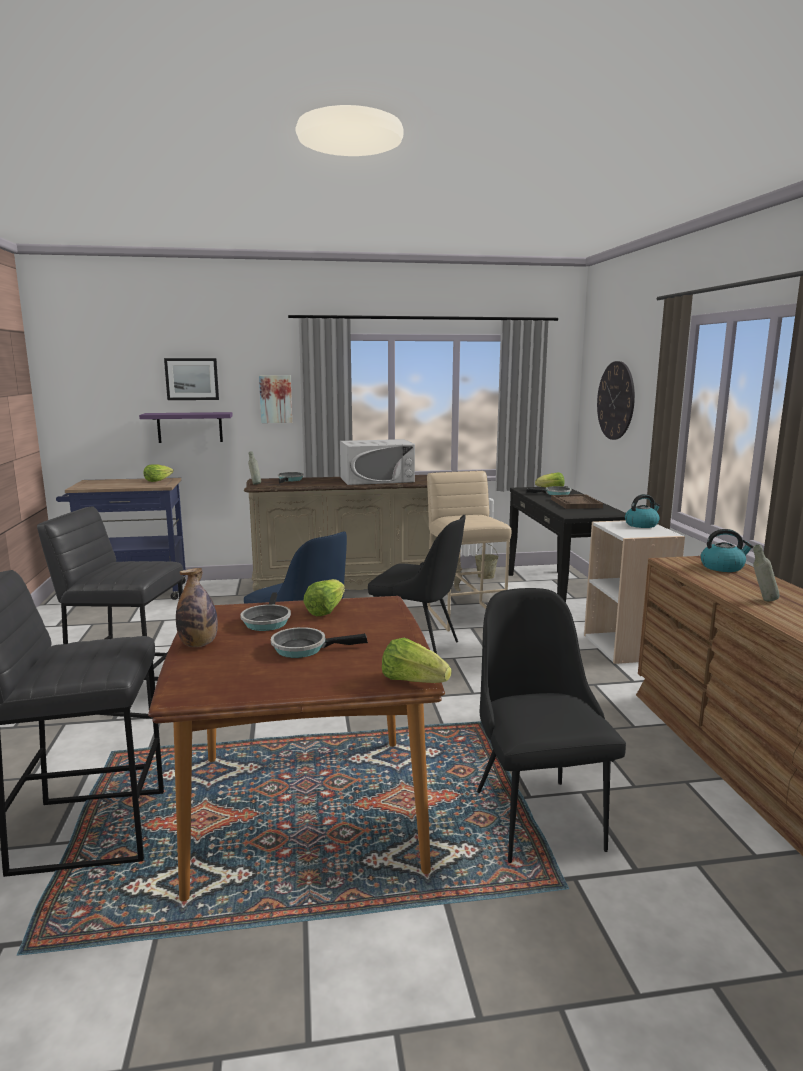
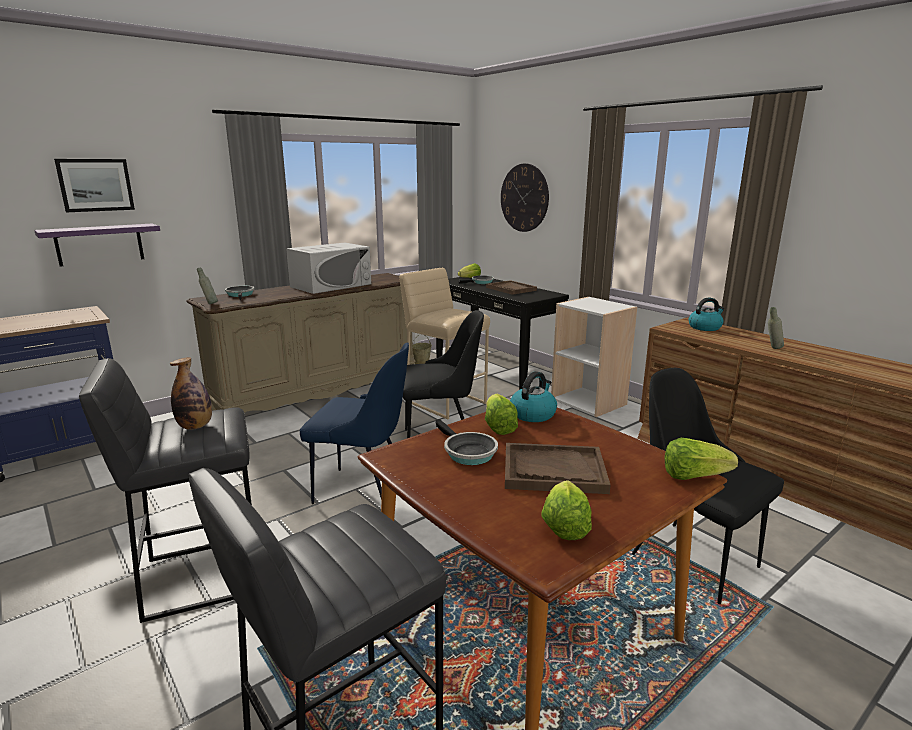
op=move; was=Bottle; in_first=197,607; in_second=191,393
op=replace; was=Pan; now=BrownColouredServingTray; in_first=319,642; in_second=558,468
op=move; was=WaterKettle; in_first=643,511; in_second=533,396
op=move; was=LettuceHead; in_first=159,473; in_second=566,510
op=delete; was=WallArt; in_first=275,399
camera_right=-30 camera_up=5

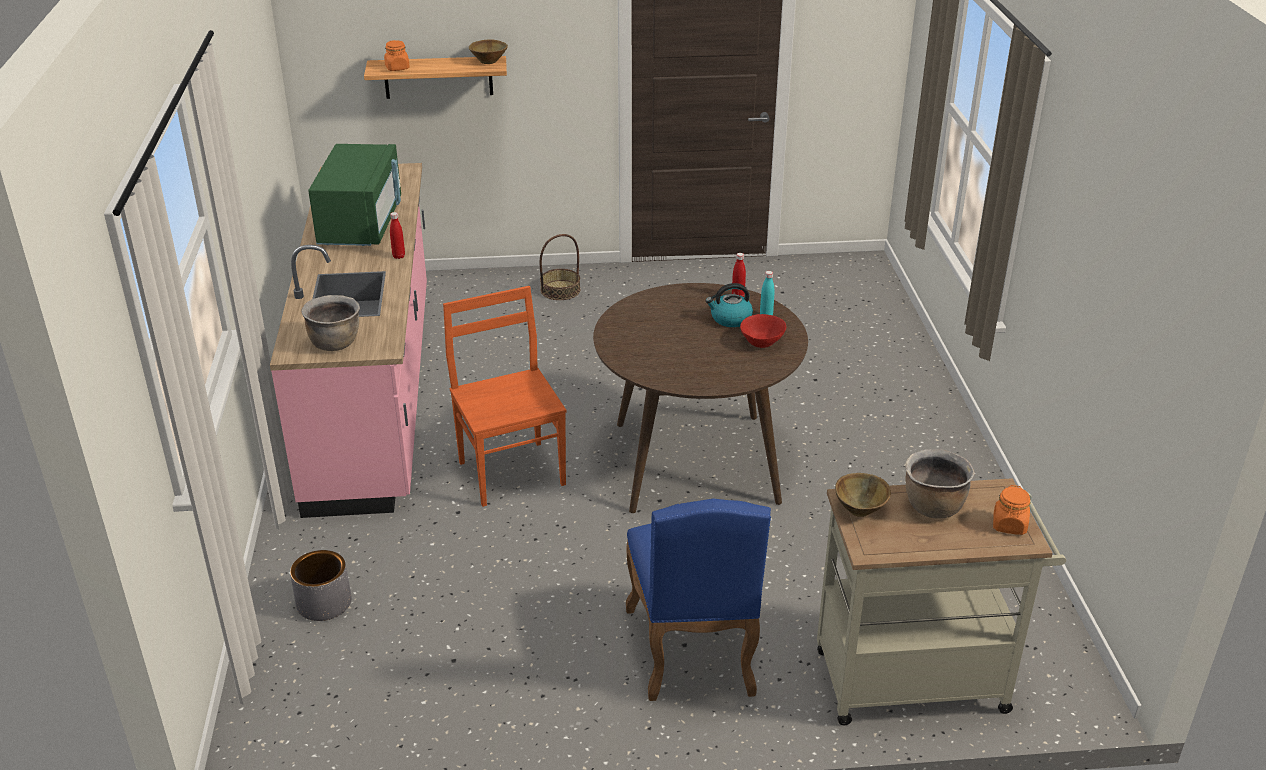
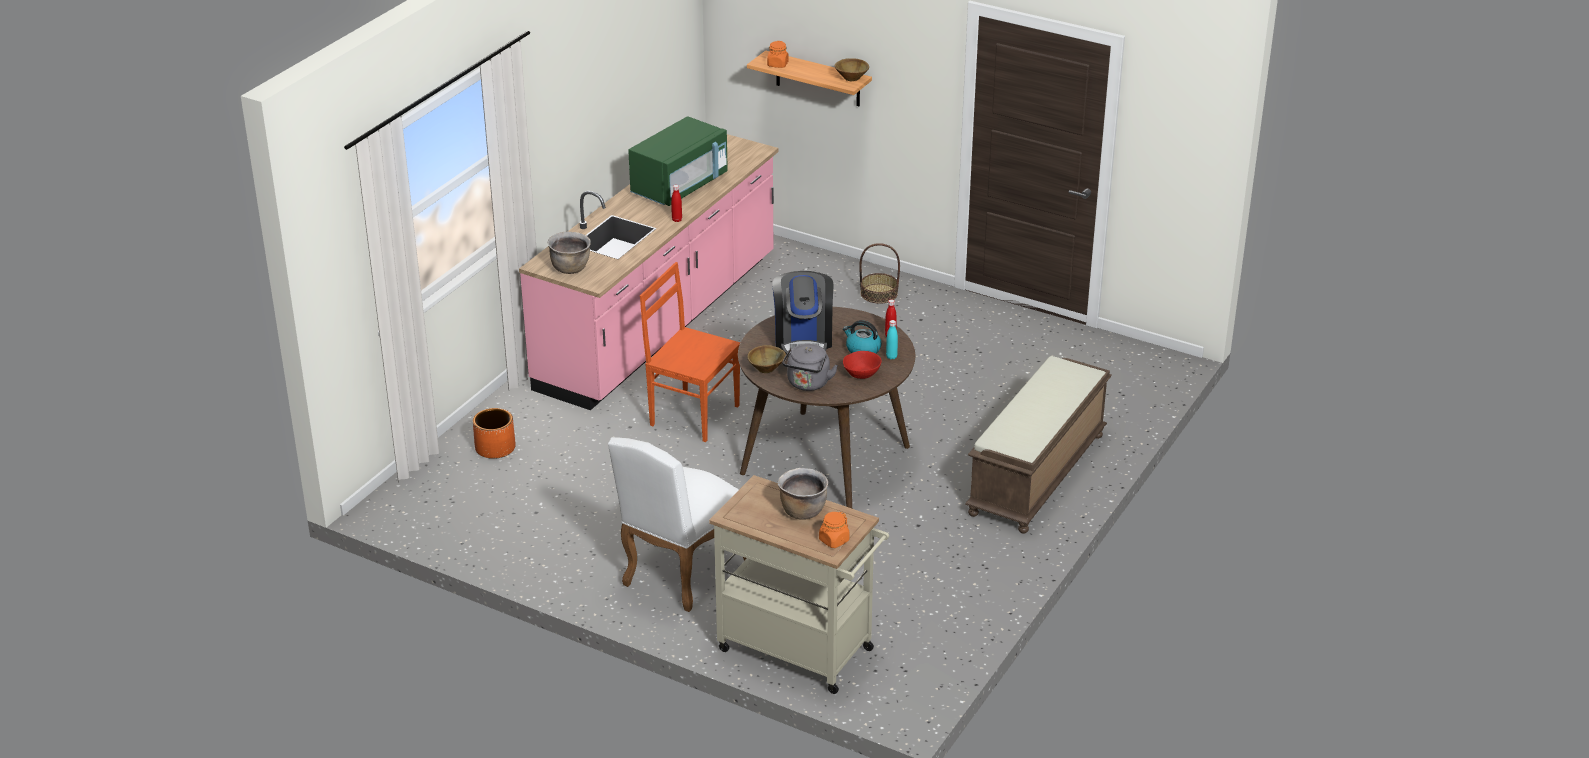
op=recolor; was=GreyishPlanter; now=OrangeyPlanter; in_first=320,585; in_second=494,433
op=recolor; was=BluePlainChair; now=WhitishPlainChair; in_first=698,599; in_second=677,524
op=rotate; was=OrangeyPlainChair; in_first=505,396; in_second=690,352; clockwise=-75
op=move; was=BrownColouredBowl; in_first=863,495; in_second=766,359
op=insert; now=CoffeeMachine; in_second=803,314
op=insert; now=GreyishWaterKettle; in_second=810,367
op=insert; now=BrownColouredBench; in_second=1038,445
camera_right=35 camera_up=0

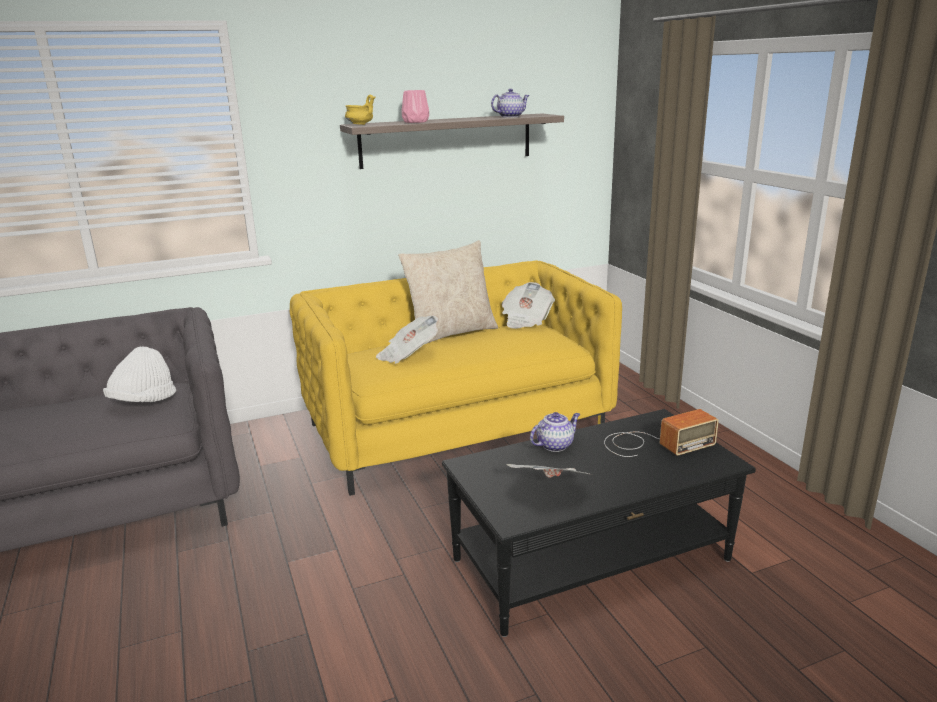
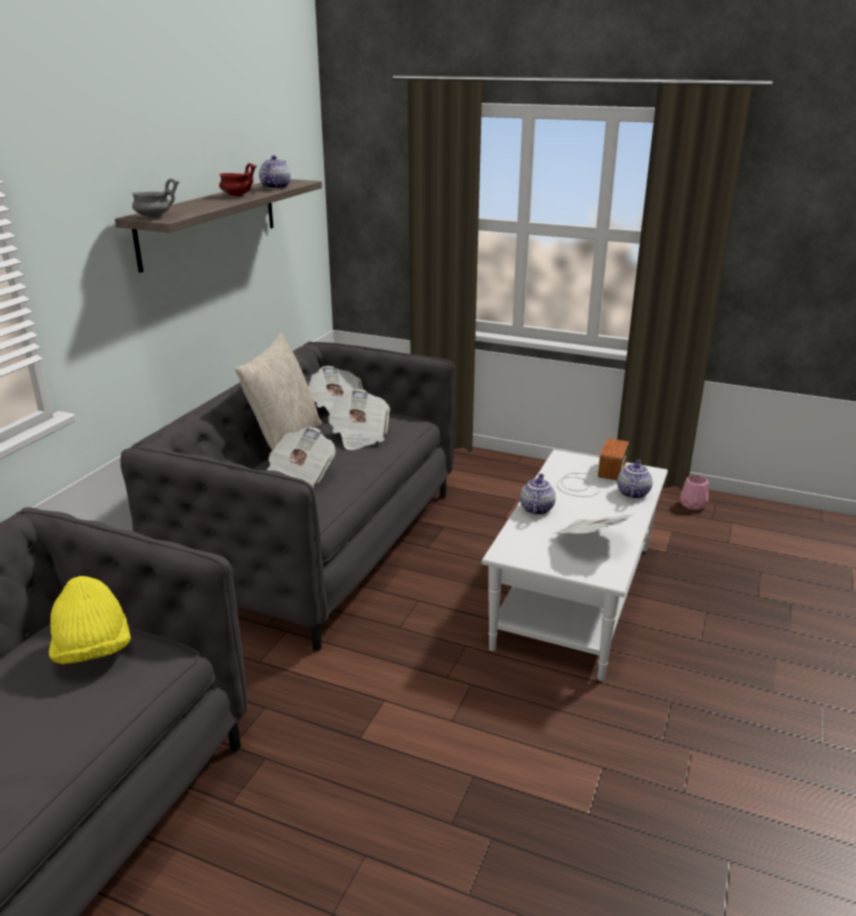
op=recolor; was=WhitishClothingHat; now=YellowClothingHat; in_first=139,374; in_second=90,620
op=recolor; was=YellowSettee; now=GreyishSettee; in_first=456,378; in_second=287,497
op=recolor; was=YellowBowl; now=GreyishBowl; in_first=360,110; in_second=155,197
op=insert; now=RedColouredBowl; in_second=238,179
op=insert; now=Newspaper; in_second=359,419
op=recolor; was=BlackColouredCoffeeTable; now=WhitishCoffeeTable; in_first=599,523; in_second=574,565
op=insert; now=PotForTea; in_second=635,479
op=move; was=PinkVase; in_first=415,106; in_second=694,492
camera_right=-45 camera_up=5

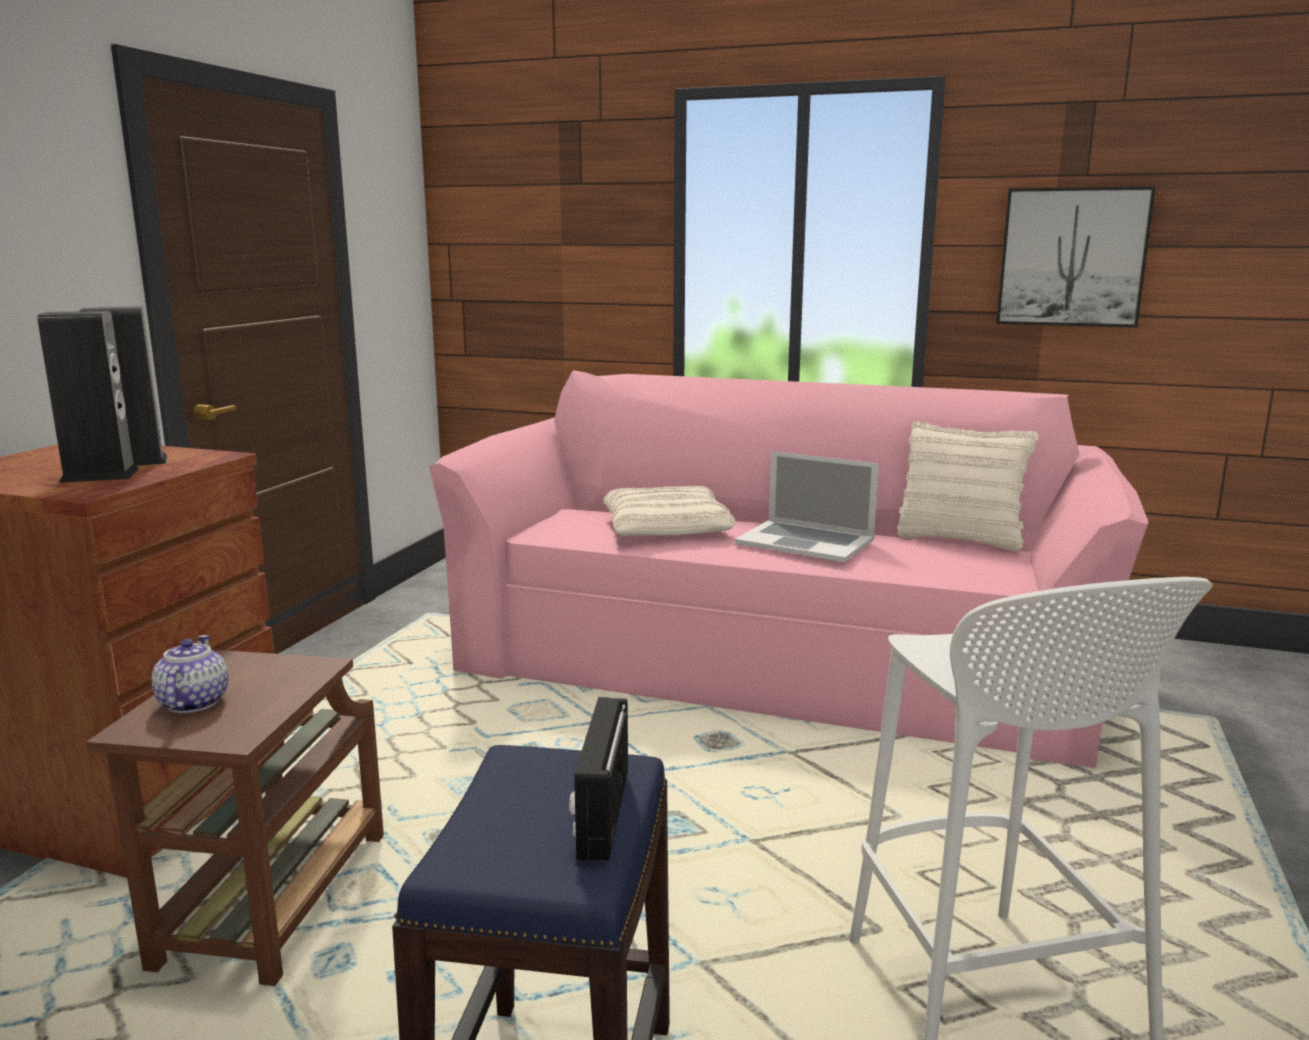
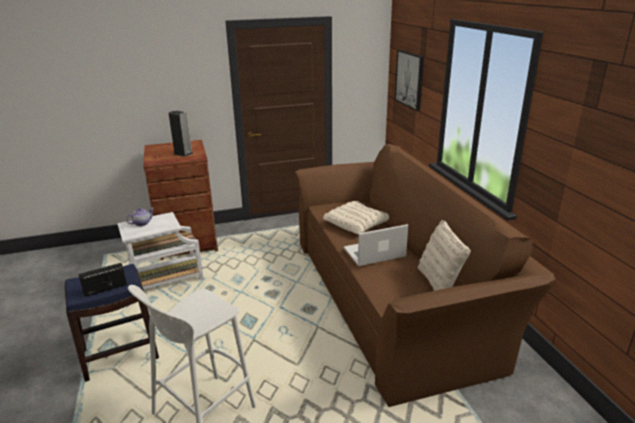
op=recolor; was=BrownColouredEndTable; now=WhitishEndTable; in_first=235,818; in_second=160,250
op=recolor; was=PinkSettee; now=BrownColouredSettee; in_first=789,569; in_second=425,275
op=rotate; was=NotebookComputer; in_first=807,506; in_second=376,245; clockwise=75
op=move; was=WallArt; in_first=1076,257; in_second=409,80
op=delete; was=Loudspeaker; in_first=88,397
camera_right=55 camera_up=10

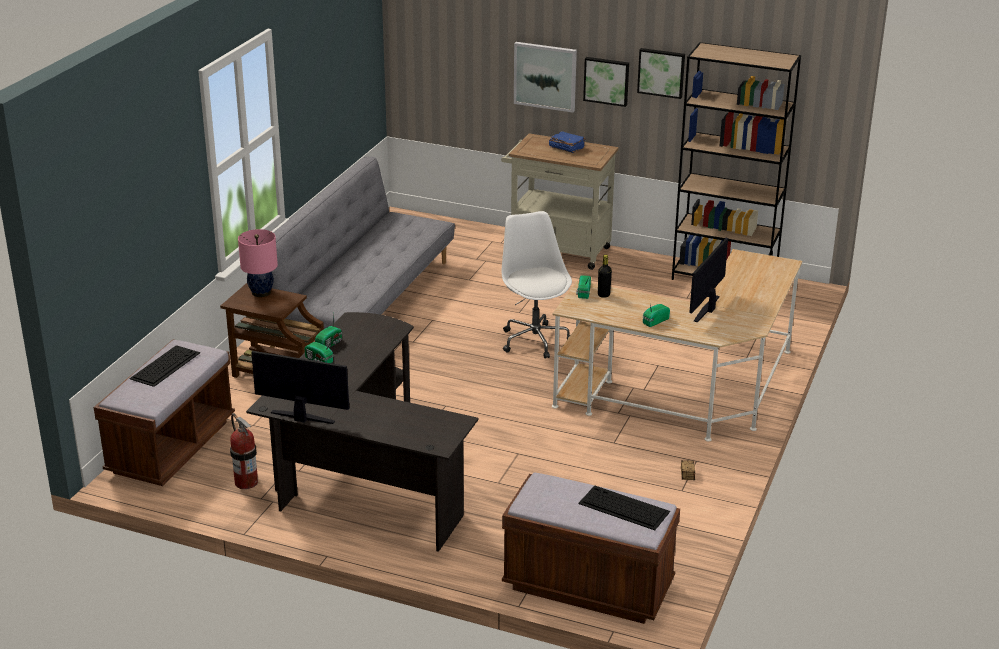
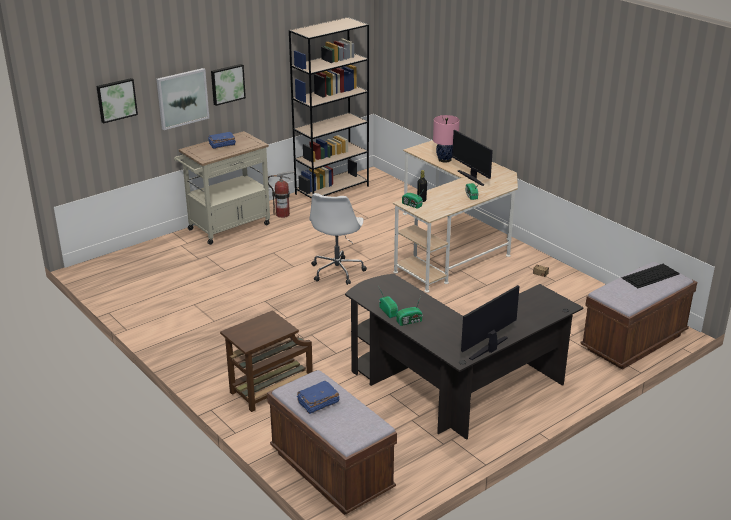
op=move; was=WallArt; in_first=661,73; in_second=117,100
op=move; was=Extinguisher; in_first=244,451; in_second=281,194
op=replace; was=ComputerKeyboard; now=BlueBoundBook; in_first=164,366; in_second=318,397
op=rotate; was=WhitishDeskChair; in_first=537,285; in_second=338,239; clockwise=-90
op=move; was=PinkTableLamp; in_first=258,263; in_second=446,139
op=delete; was=GreyishSettee; in_first=360,252
camera_right=-60 camera_up=0

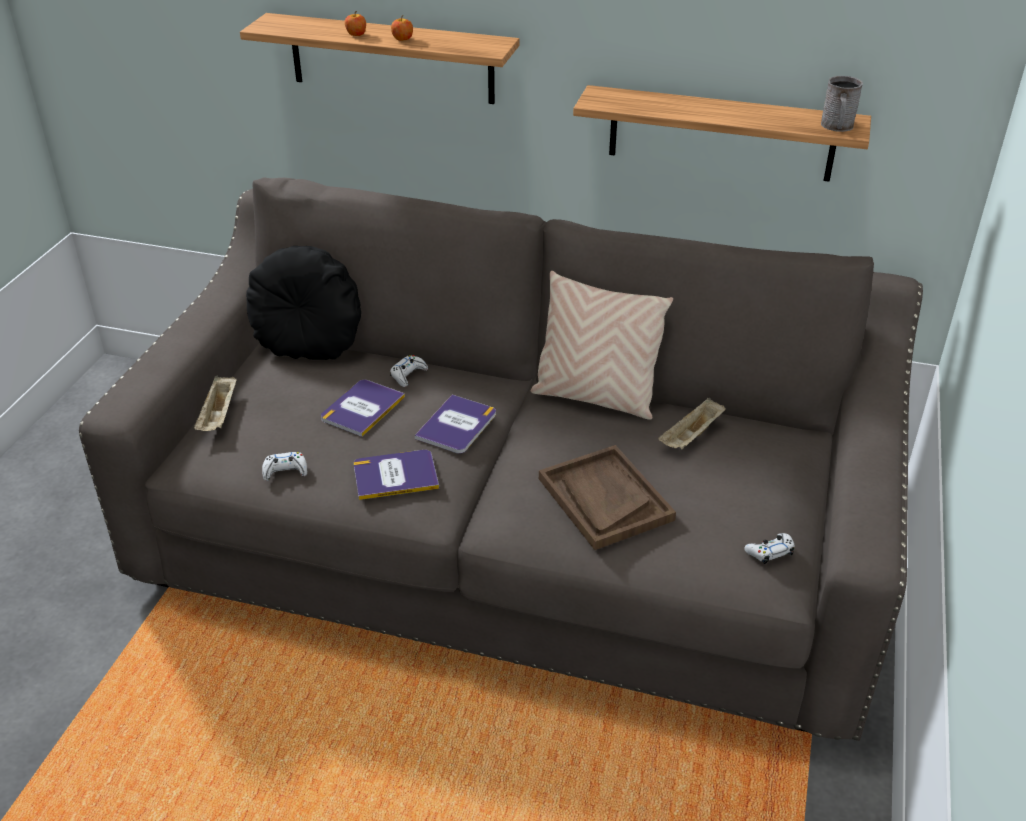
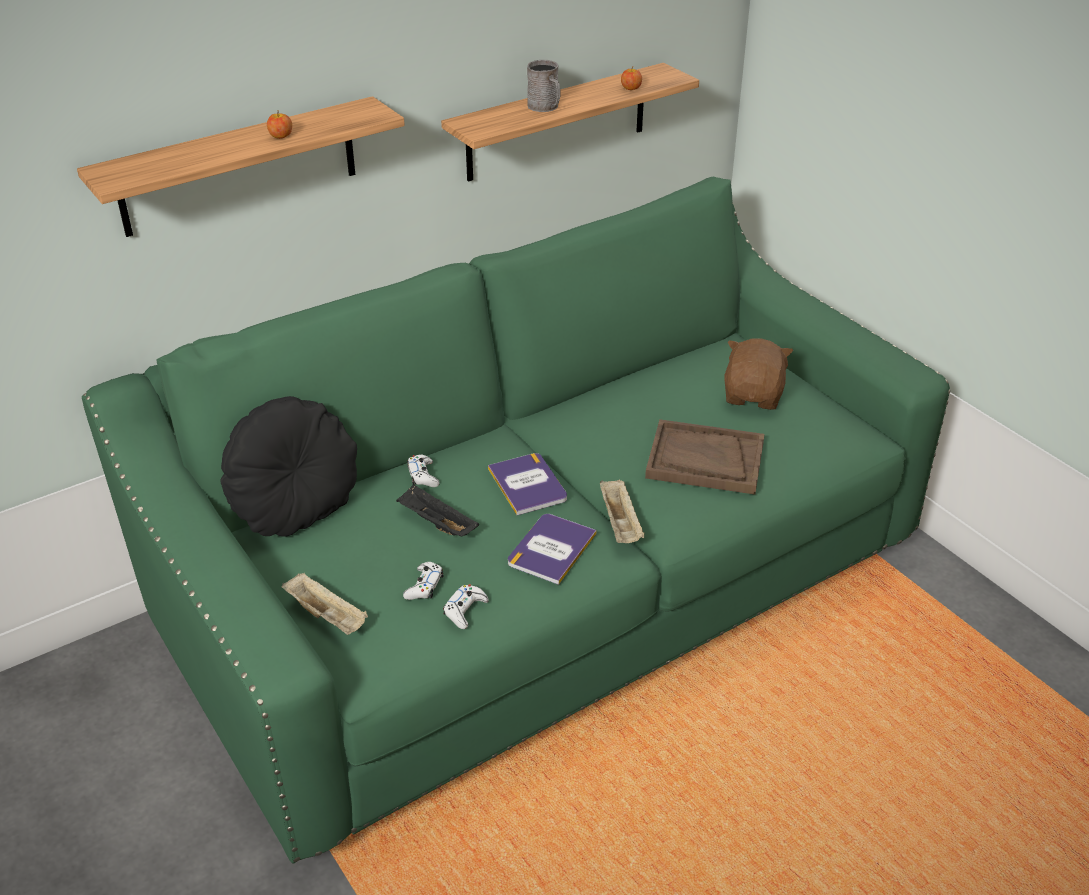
op=recolor; was=GreyishSettee; now=GreenColouredSettee; in_first=501,459; in_second=516,520
op=replace; was=BoundBook; now=BlackColouredServingTray; in_first=363,408; in_second=437,510
op=move; was=WhitishGamepad; in_first=769,548; in_second=423,581
op=move; was=GreyishTeaMug; in_first=842,104; in_second=544,86
op=move; was=BeigeColouredServingTray; in_first=692,423; in_second=622,511
op=move; was=AppleFruit; in_first=355,23; in_second=631,78
op=insert; now=BrownColouredPlushToy; in_second=758,374
op=delete; was=BeigeColouredPillow; in_first=601,345
camera_right=-50 camera_up=0

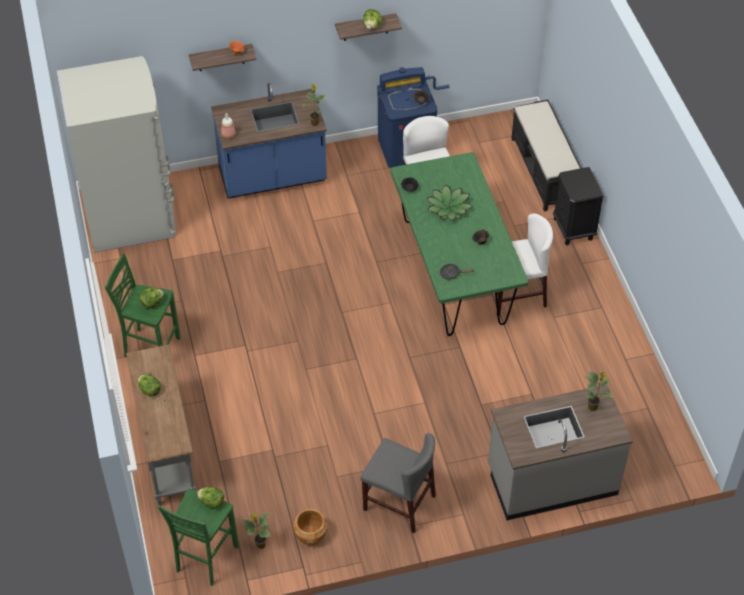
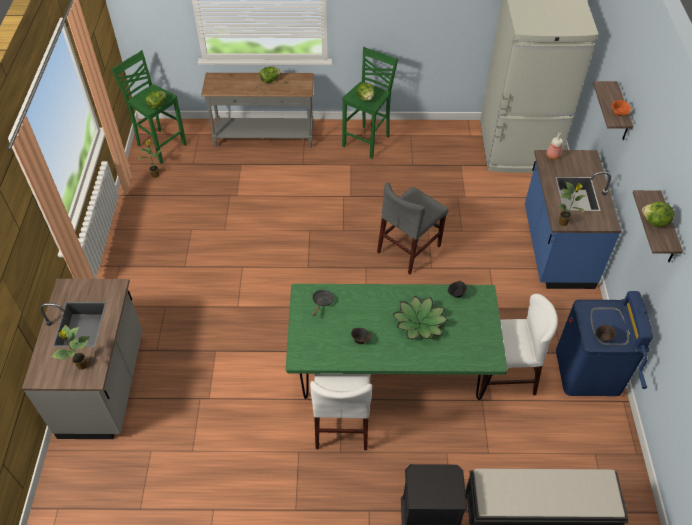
op=move; was=GreyishPlainChair; in_first=398,483; in_second=412,228
op=delete; was=BrownColouredPlanter; in_first=310,527
camera_right=105 camera_up=0

